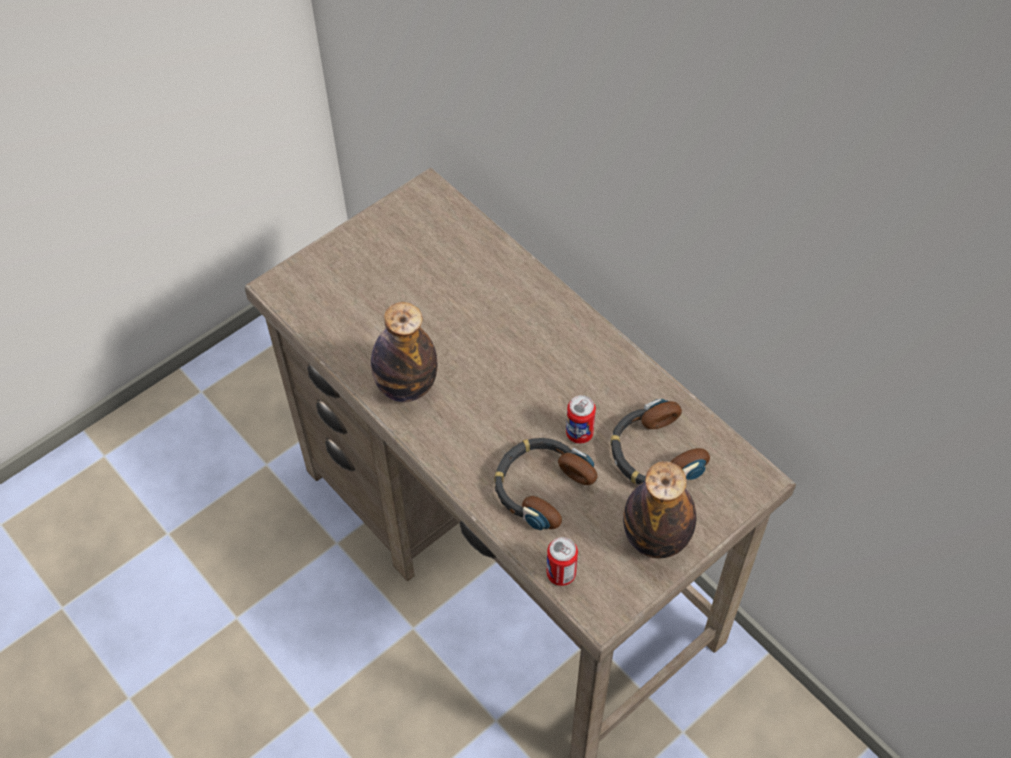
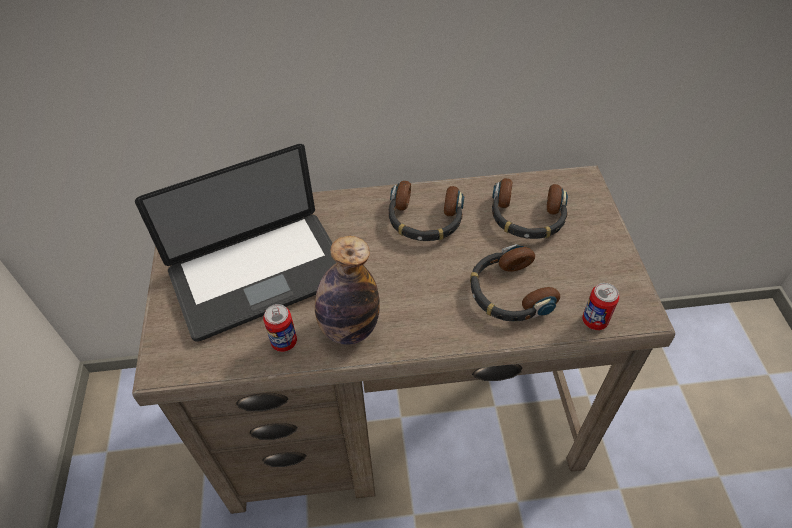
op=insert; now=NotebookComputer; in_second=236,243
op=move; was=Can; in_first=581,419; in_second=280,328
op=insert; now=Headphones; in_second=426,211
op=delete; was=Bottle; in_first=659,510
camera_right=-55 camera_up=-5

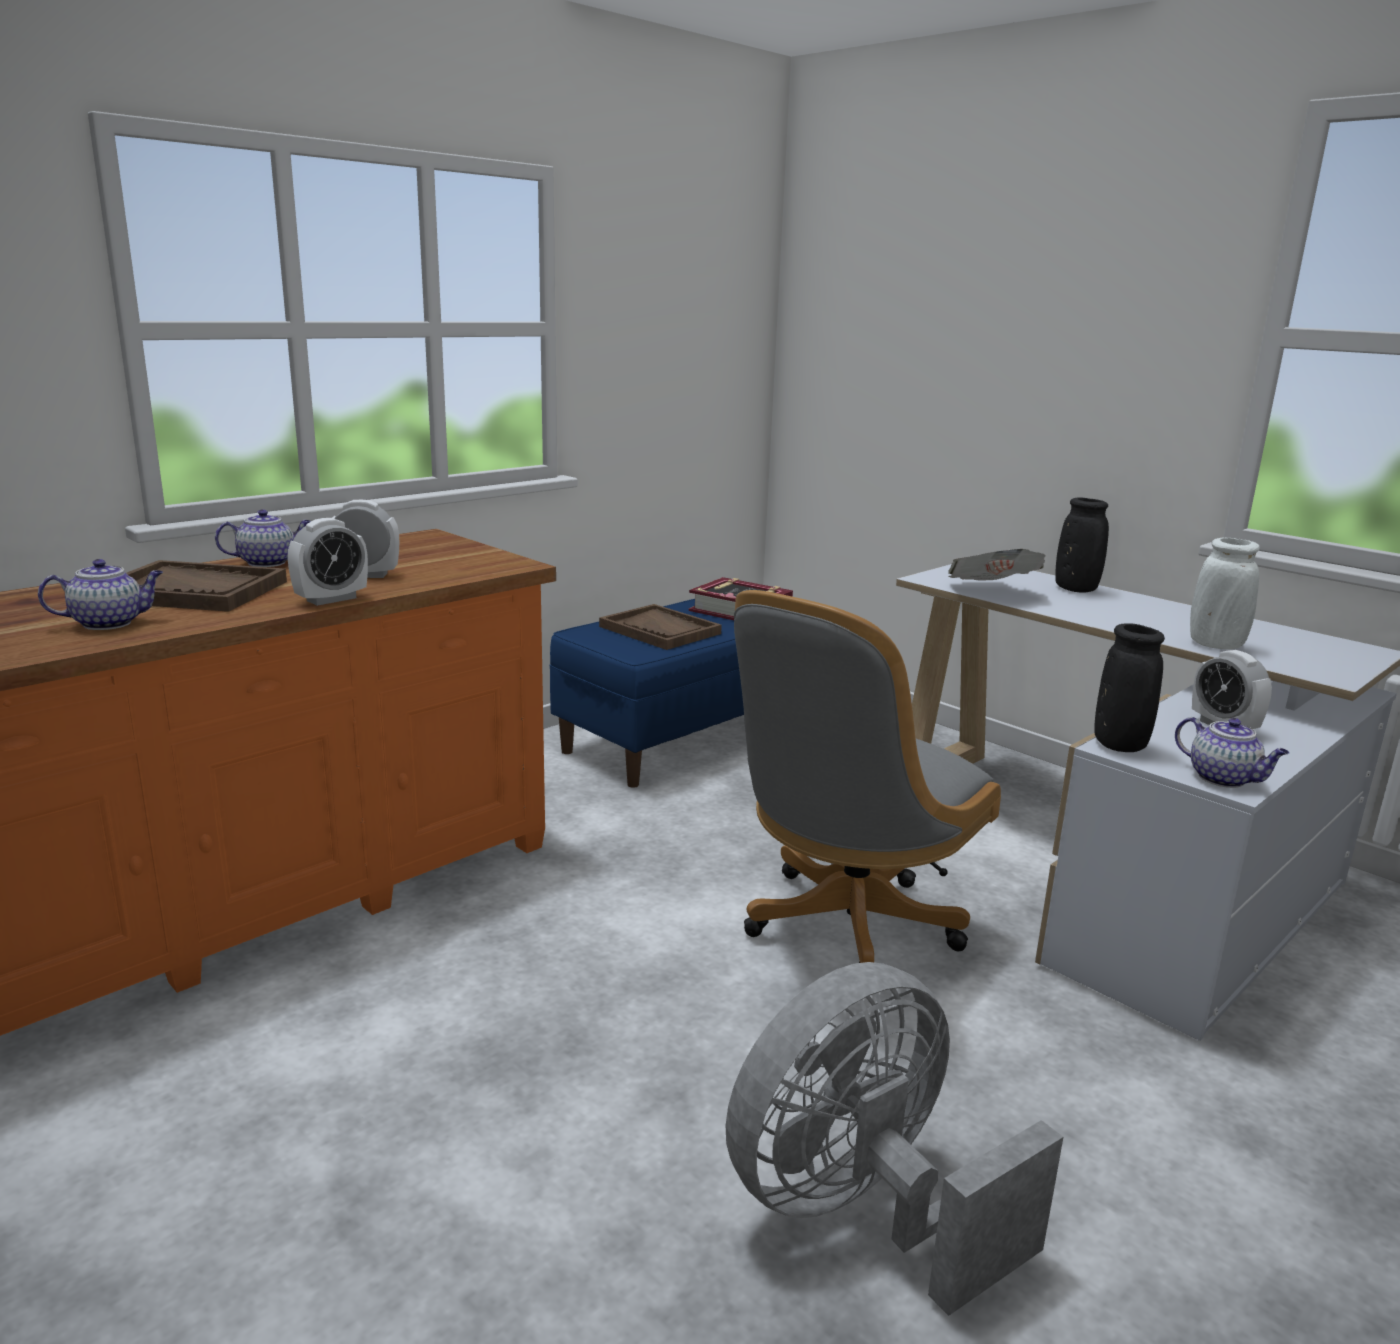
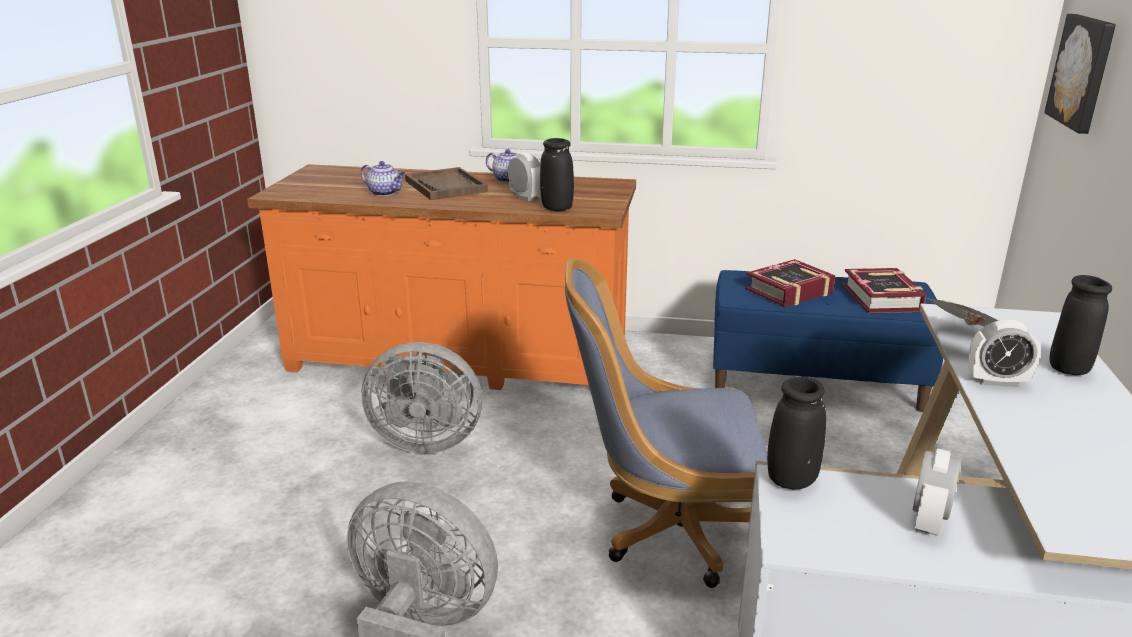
op=insert; now=GreyishCoolingFan; in_second=421,398
op=insert; now=BlackColouredVase; in_second=557,174
op=recolor; was=GreyishDeskChair; now=BlueDeskChair; in_first=867,776; in_second=666,423
op=replace; was=BrownColouredServingTray; now=BoundBook; in_first=660,627; in_second=790,283
op=move; was=TableClock; in_first=328,562; in_second=1004,353
op=insert; now=WallArt; in_second=1080,74
op=delete; was=PotForTea; in_first=1232,752
op=delete; was=WhitishVase; in_first=1225,593
camera_right=55 camera_up=5

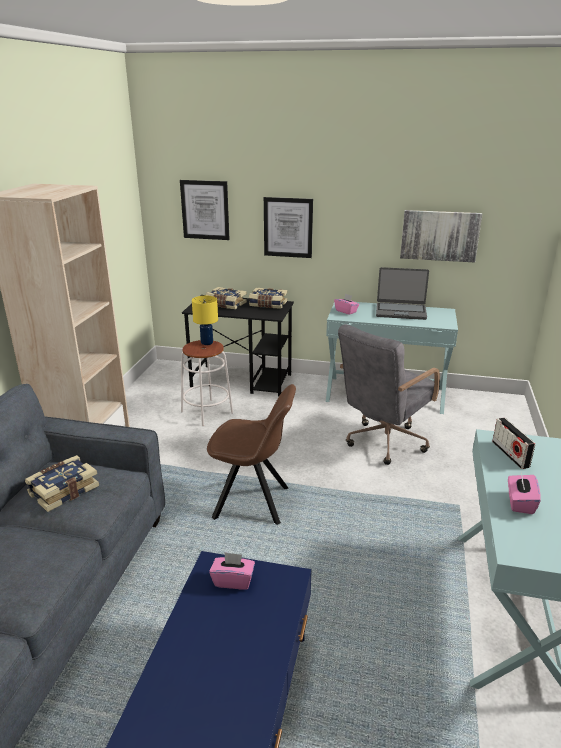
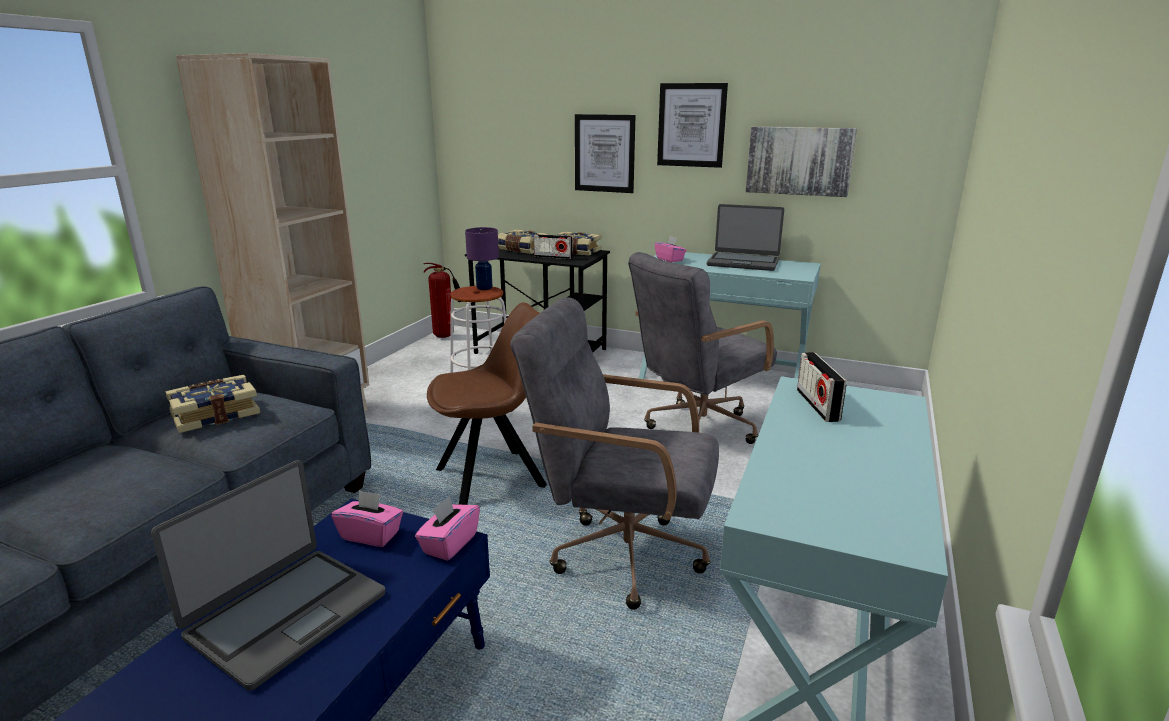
op=insert; now=NotebookComputer; in_second=268,575
op=move; was=PinkBoxOfTissues; in_first=524,492; in_second=447,528
op=insert; now=Extinguisher; in_second=442,300
op=rotate; was=BrownColouredPlainChair; in_first=251,454; in_second=487,403; clockwise=-45
op=recolor; was=YellowTableLamp; now=PurpleColouredTableLamp; in_first=205,320; in_second=482,258
op=insert; now=GreyishDeskChair; in_second=614,453
op=insert; now=RadioSet; in_second=553,246
op=move; was=WallArt; in_first=205,210; in_second=692,125
camera_right=10 camera_up=-5

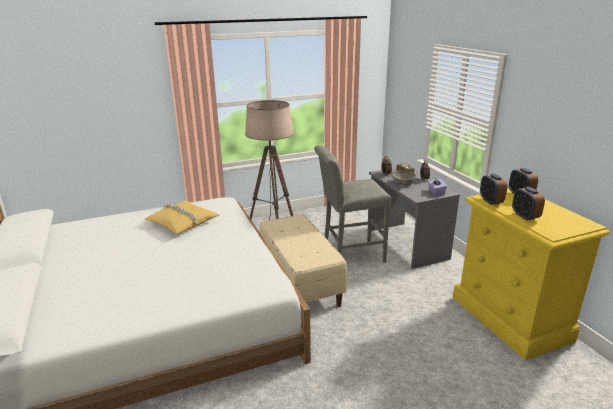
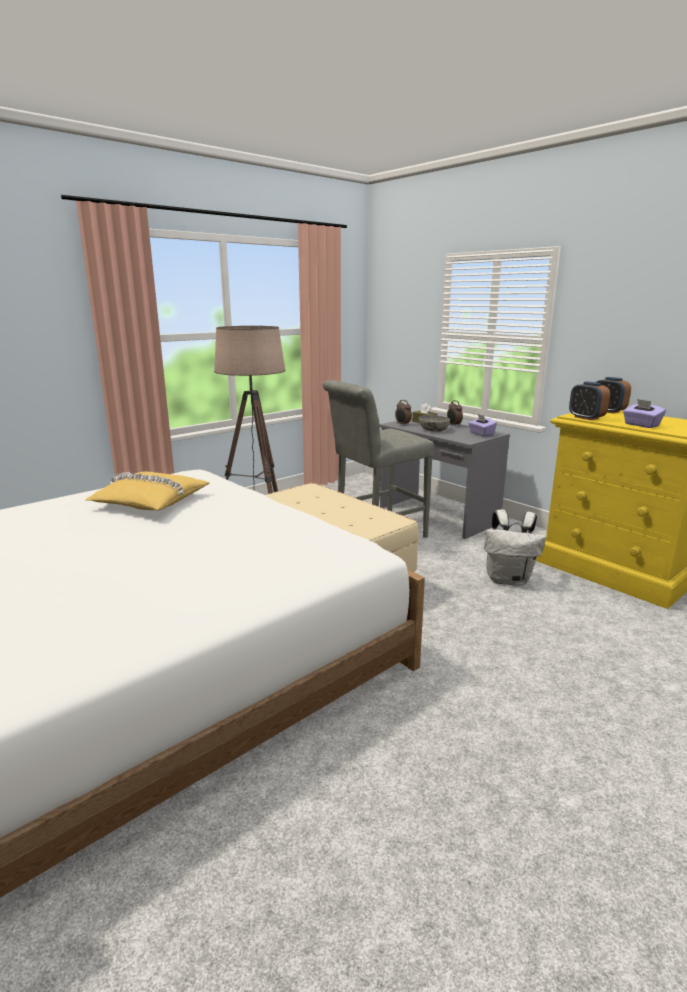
op=insert; now=WhitishKnapsack; in_second=515,547
op=replace; was=TableClock; now=PurpleColouredBoxOfTissues; in_first=528,204; in_second=644,413
camera_right=-20 camera_up=-5

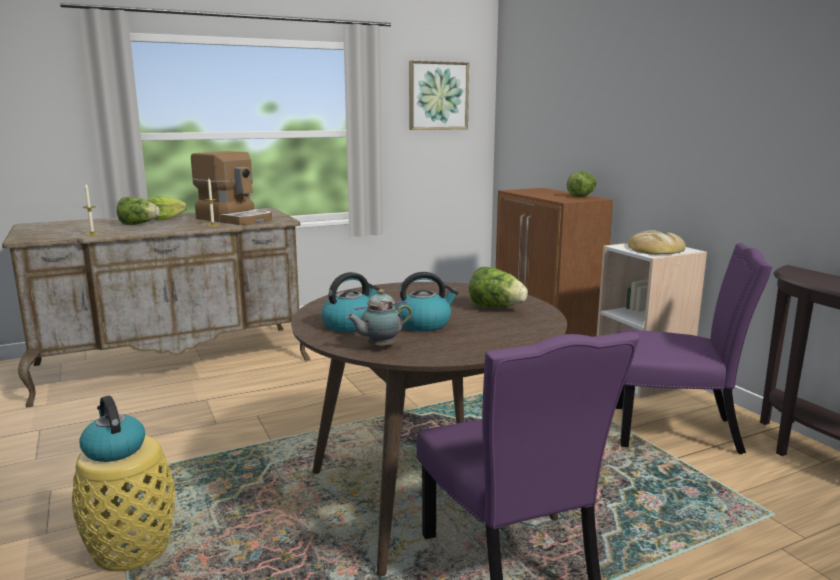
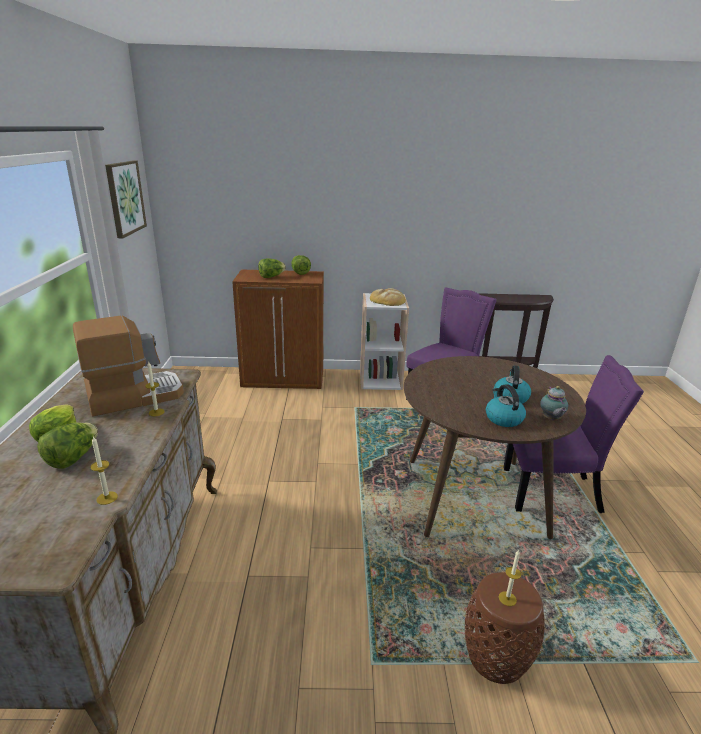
op=move; was=LettuceHead; in_first=498,287; in_second=272,268
op=recolor; was=YellowSittingStool; now=BrownColouredSittingStool; in_first=123,503; in_second=505,628
op=replace; was=WaterKettle; now=WaxLight; in_first=112,429; in_second=510,578
camera_right=-65 camera_up=10

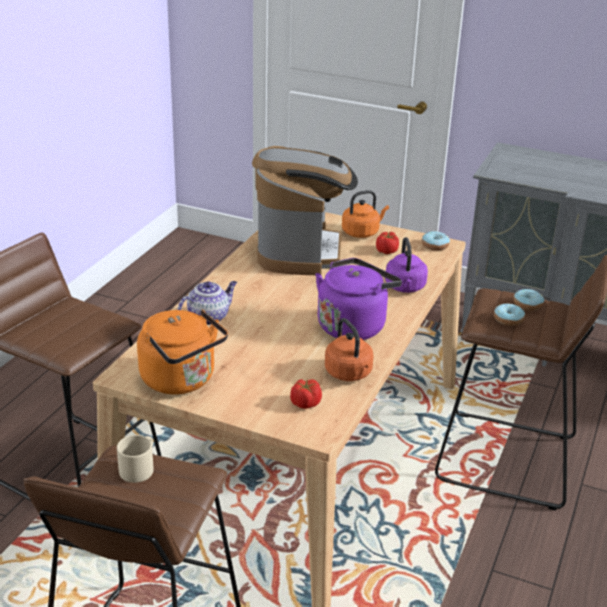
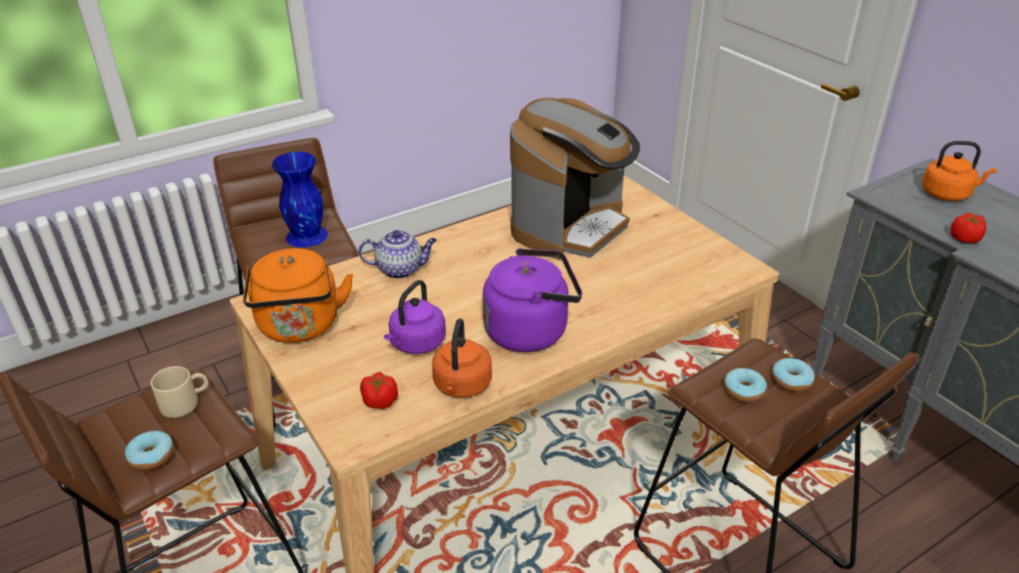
op=move; was=Donut; in_first=436,241; in_second=149,450
op=insert; now=BlueVase; in_second=300,199
op=move; was=PurpleColouredWaterKettle; in_first=406,265; in_second=415,317
op=move; was=OrangeyWaterKettle; in_first=365,214; in_second=959,171
op=move; was=FreshTomato; in_first=387,243; in_second=968,228
camera_right=35 camera_up=5

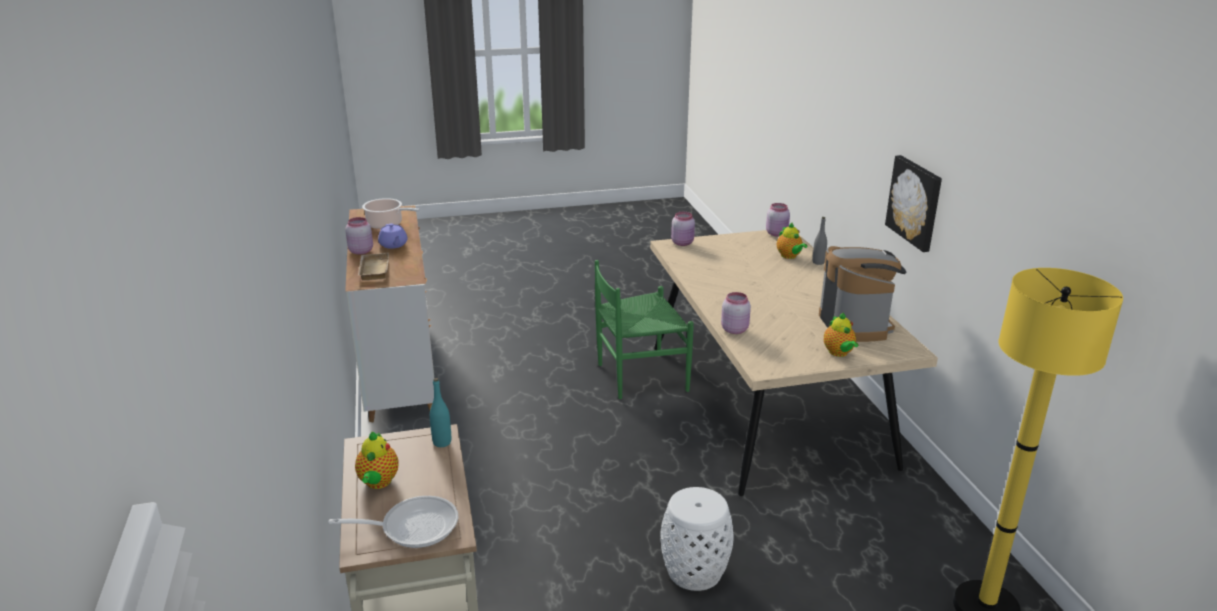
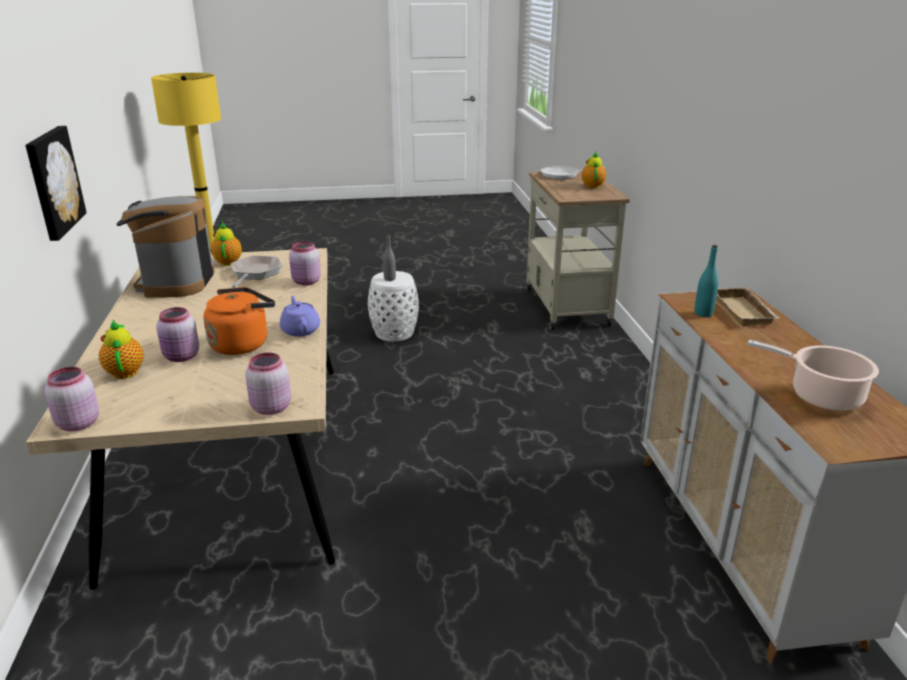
op=move; was=PinkStorageJar; in_first=359,236; in_second=177,334
op=insert; now=OrangeyWaterKettle; in_second=239,321
op=insert; now=Pan; in_second=256,272
op=move; was=PurpleColouredPotForTea; in_first=393,236; in_second=300,316
op=move; was=GreyishBottle; in_first=820,241; in_second=389,257
op=move; was=TurquoiseColouredBottle; in_first=440,412; in_second=706,281
op=delete; was=GreenColouredPlainChair; in_first=644,329
camera_right=-175 camera_up=0

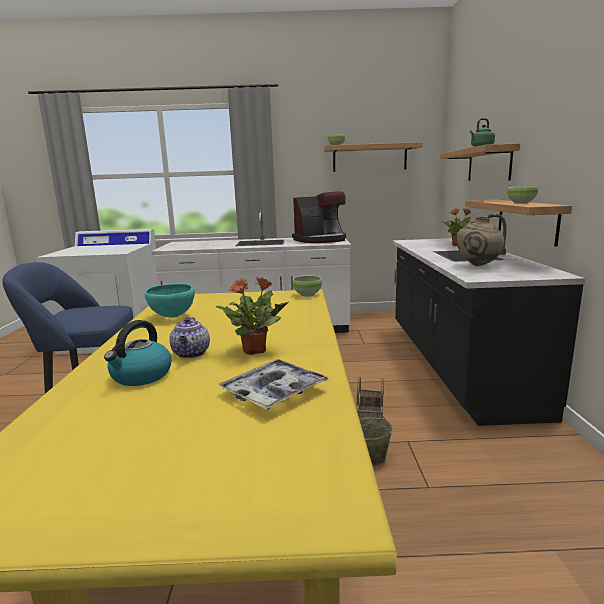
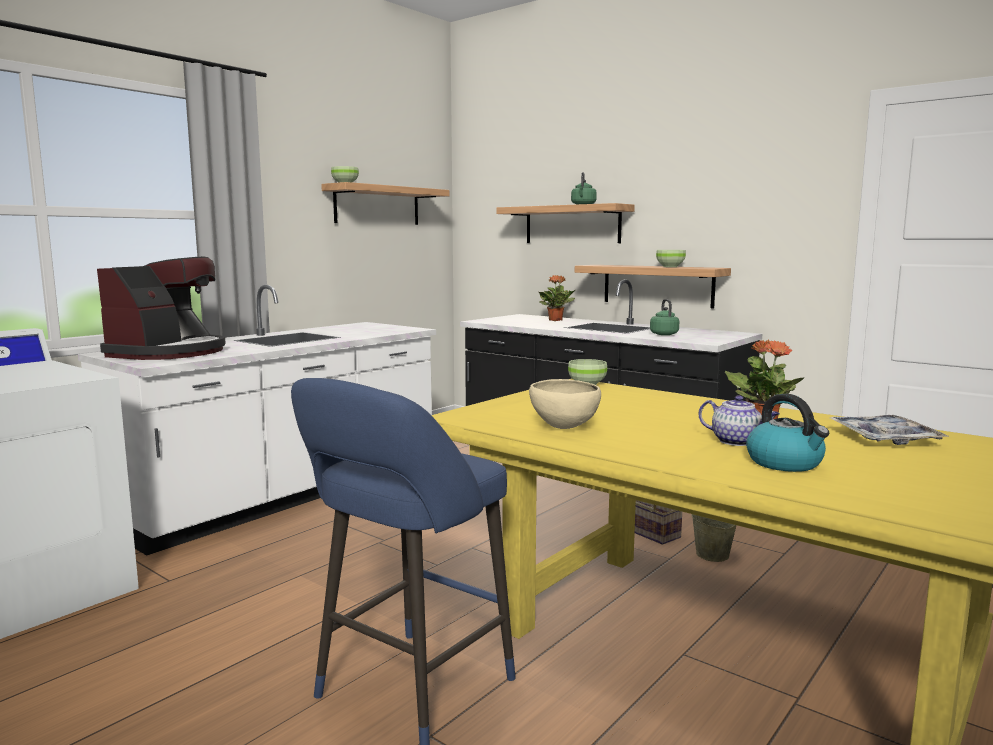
op=move; was=CoffeeMachine; in_first=319,217; in_second=161,308
op=recolor; was=TurquoiseColouredBowl; now=BeigeColouredBowl; in_first=170,301; in_second=565,404
op=replace; was=BeigeColouredVase; now=GreenColouredWaterKettle; in_first=480,241; in_second=664,317
camera_right=-50 camera_up=-5

